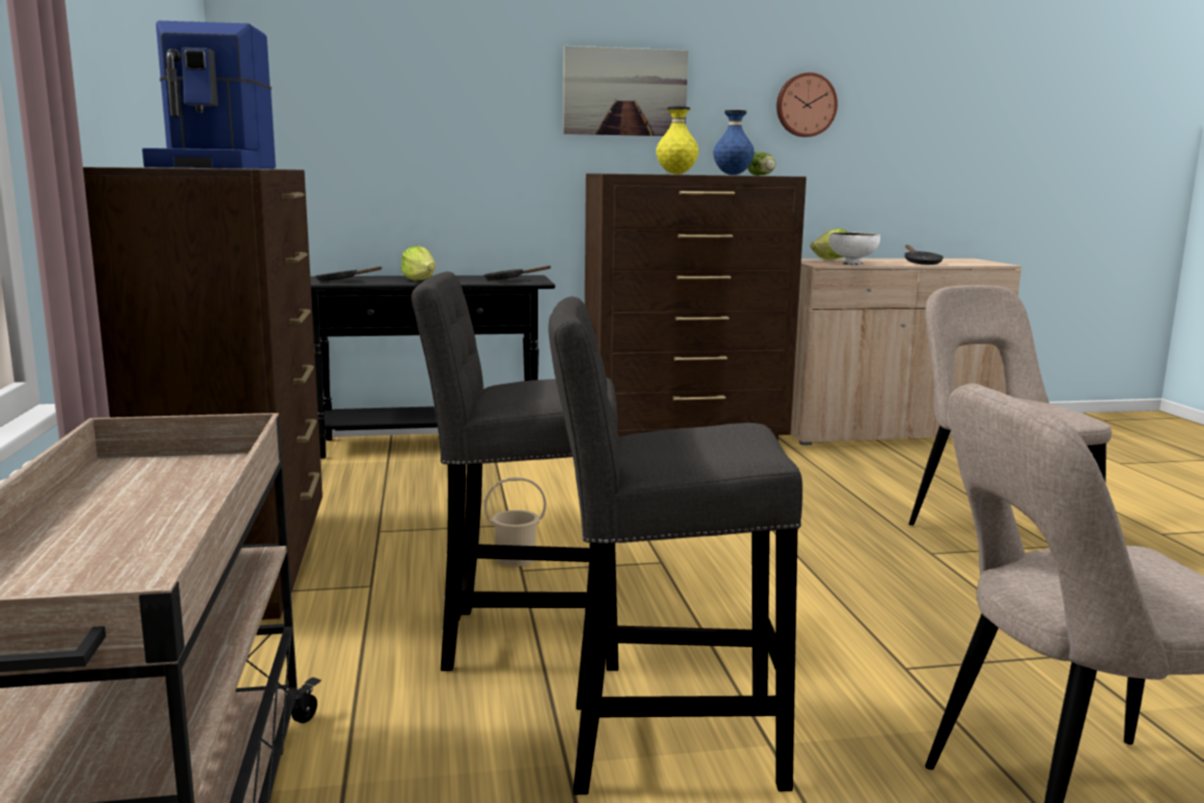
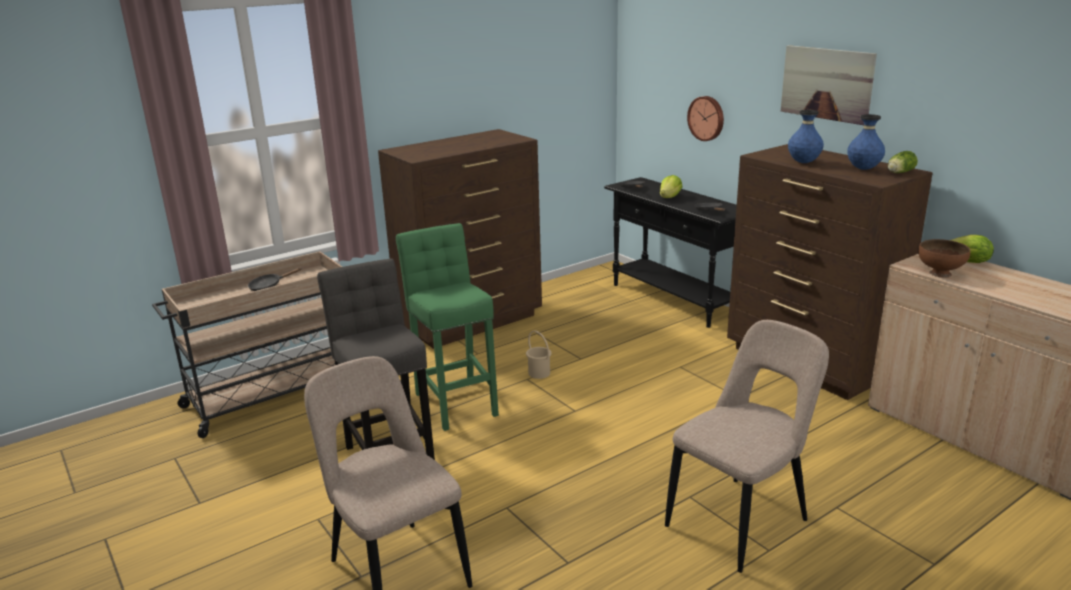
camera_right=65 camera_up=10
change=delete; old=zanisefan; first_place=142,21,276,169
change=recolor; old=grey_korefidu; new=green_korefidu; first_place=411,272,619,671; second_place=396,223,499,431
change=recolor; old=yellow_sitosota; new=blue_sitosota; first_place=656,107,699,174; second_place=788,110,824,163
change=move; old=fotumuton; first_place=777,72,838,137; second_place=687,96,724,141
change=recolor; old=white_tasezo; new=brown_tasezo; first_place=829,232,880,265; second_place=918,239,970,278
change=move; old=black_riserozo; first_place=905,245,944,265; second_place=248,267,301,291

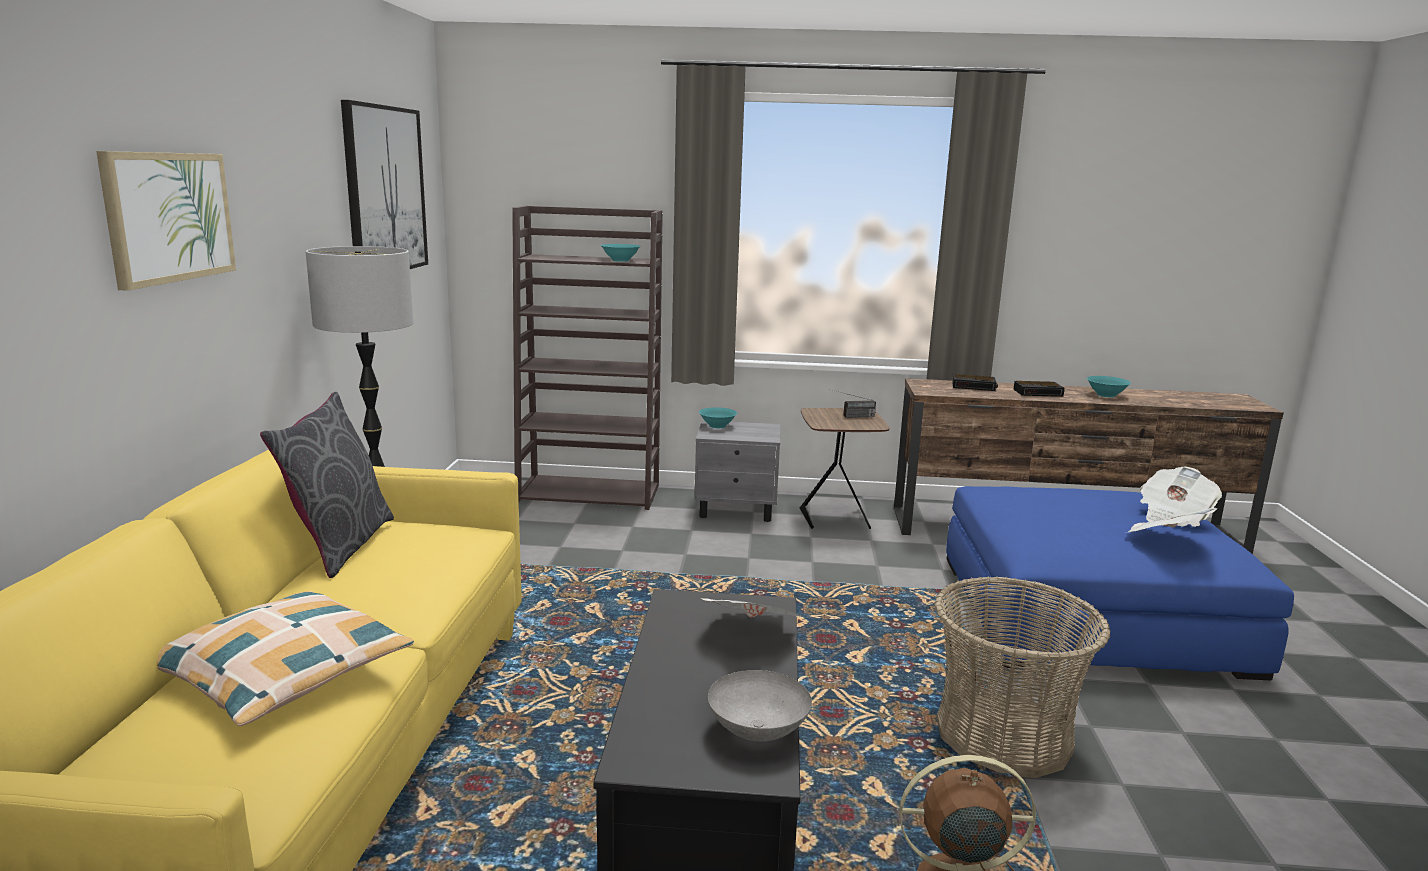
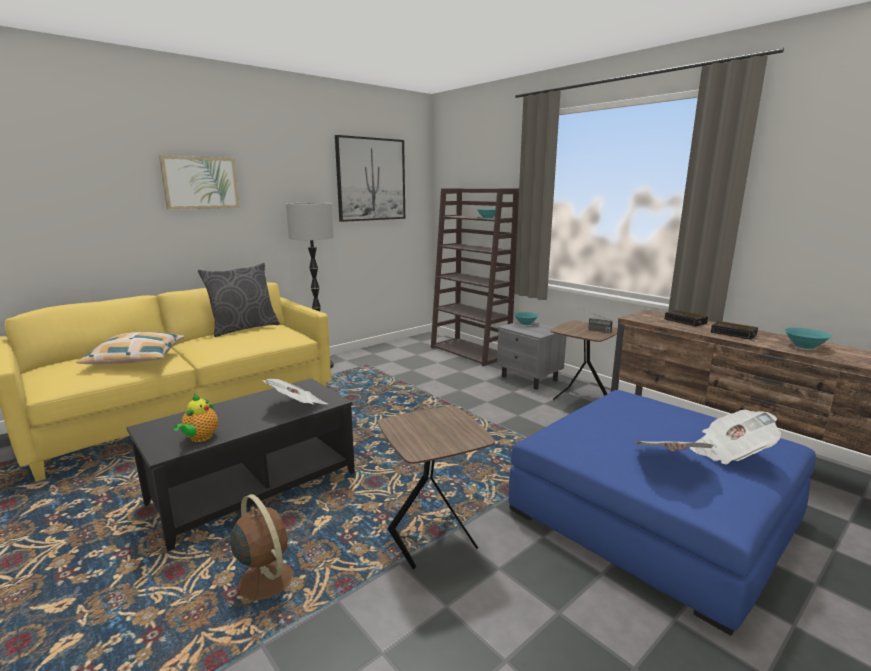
camera_right=45 camera_up=0
change=replace; old=grey_tasezo; new=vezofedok; first_place=708,670,812,742; second_place=173,393,218,442
change=replace; old=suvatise; new=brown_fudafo; first_place=935,576,1111,778; second_place=378,406,495,569

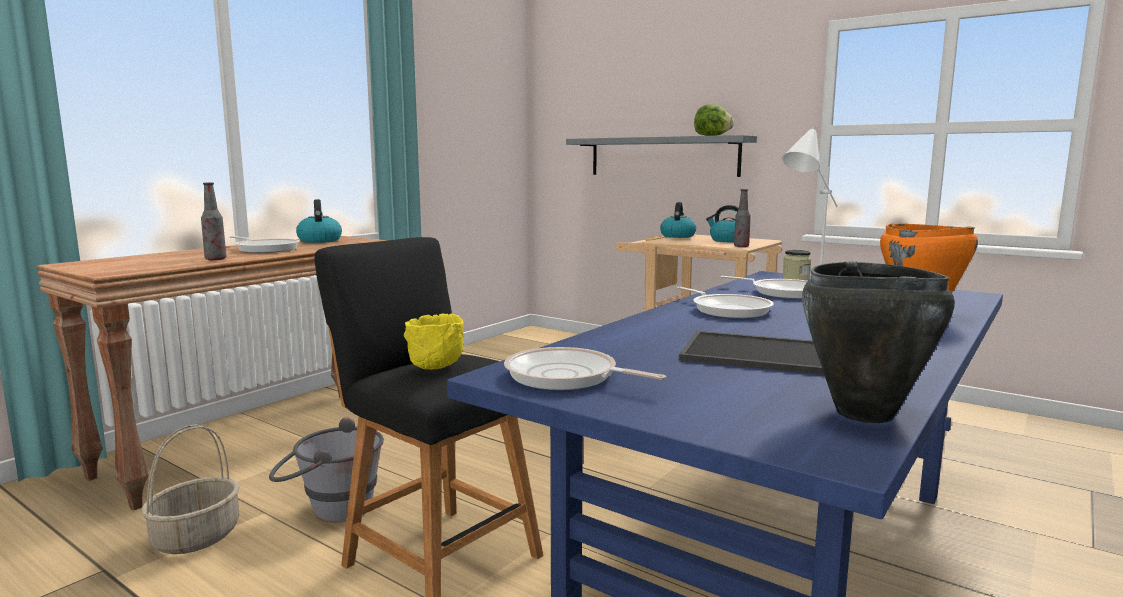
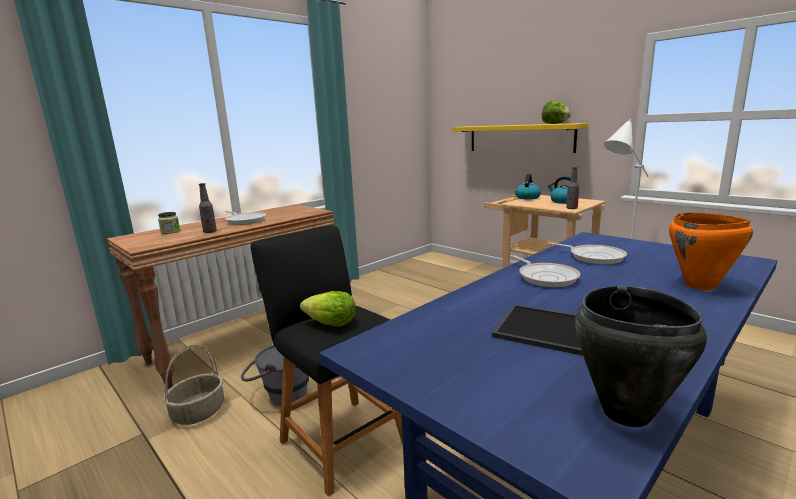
camera_right=10 camera_up=5
change=delete; old=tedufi; first_place=296,199,342,243
change=replace; old=yellow_tasezo; new=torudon; first_place=404,313,464,370; second_place=300,291,356,327
change=delete; old=riserozo; first_place=504,347,666,390
change=recolor; old=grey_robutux; new=yellow_robutux; first_place=566,135,757,177; second_place=452,123,589,153
change=move; old=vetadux; first_place=782,250,811,281; second_place=158,212,180,234

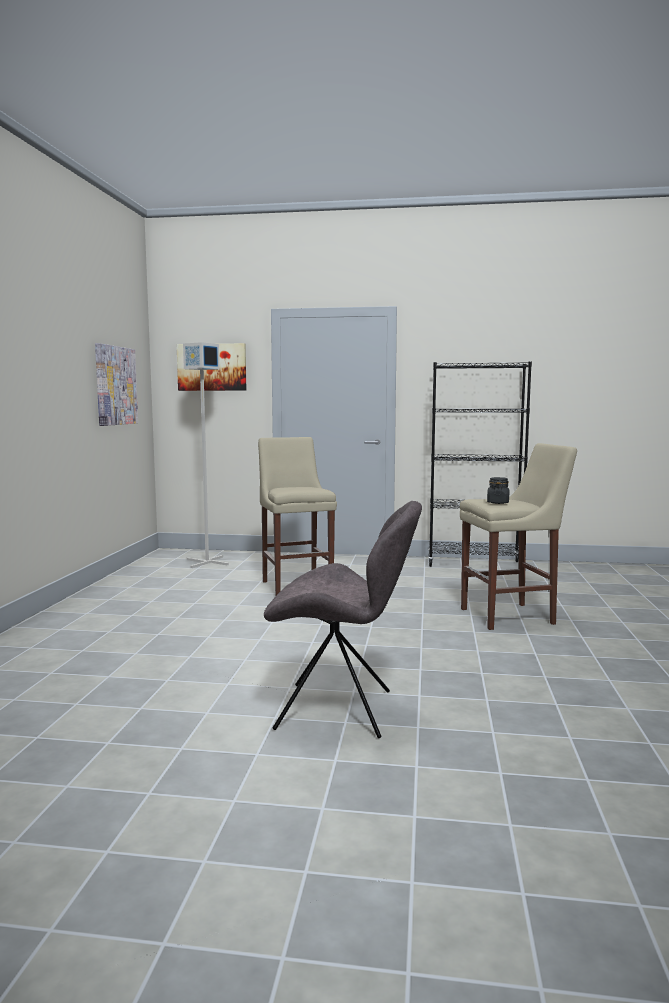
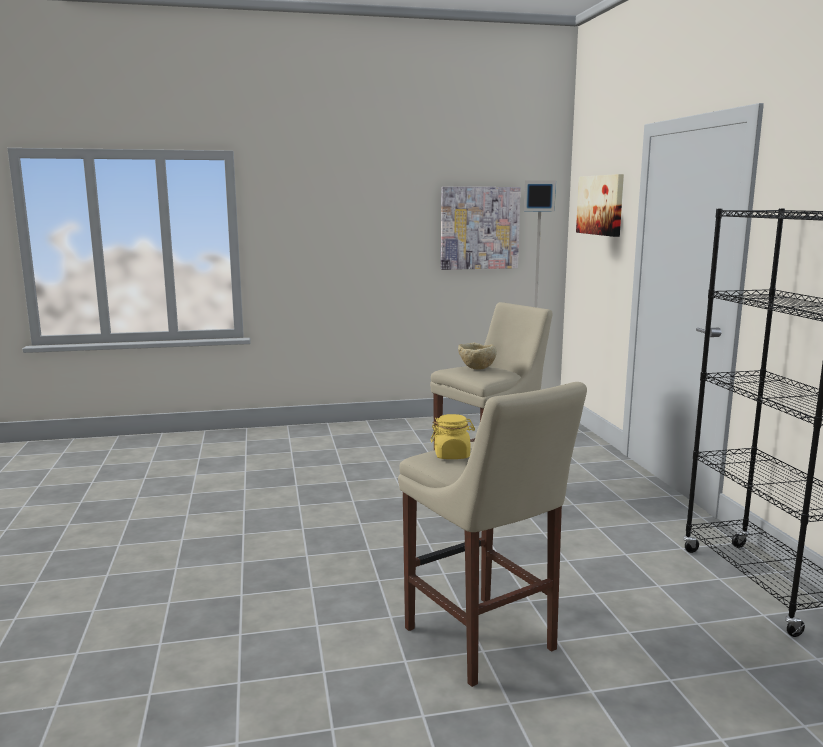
camera_right=70 camera_up=5
change=delete; old=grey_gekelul; first_place=264,501,422,738
change=recolor; old=black_vetadux; new=yellow_vetadux; first_place=487,477,509,504; second_place=431,414,475,459
change=insert; new=beige_tasezo; second_place=458,343,497,370

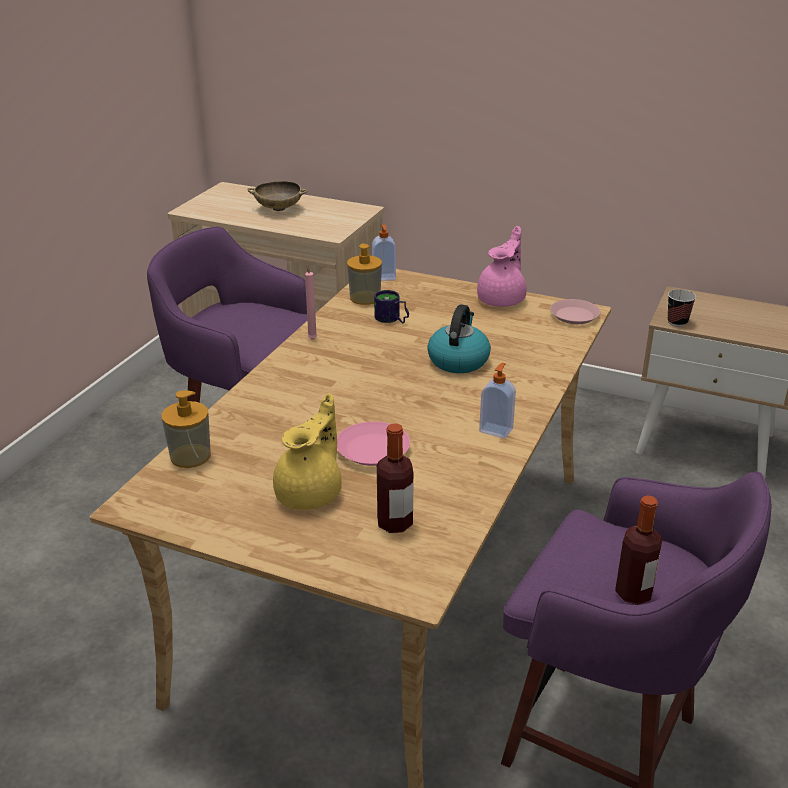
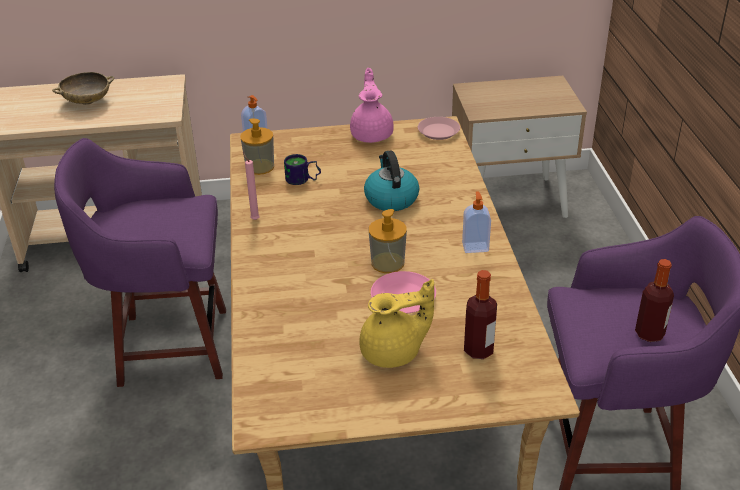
camera_right=-30 camera_up=5
change=move; old=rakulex; first_place=161,390,211,468; second_place=369,209,407,273
change=rotate; old=yellow_vezofedok; first_place=273,393,342,510; second_place=359,279,434,368; degrees=75
change=delete; old=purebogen; first_place=668,289,696,327

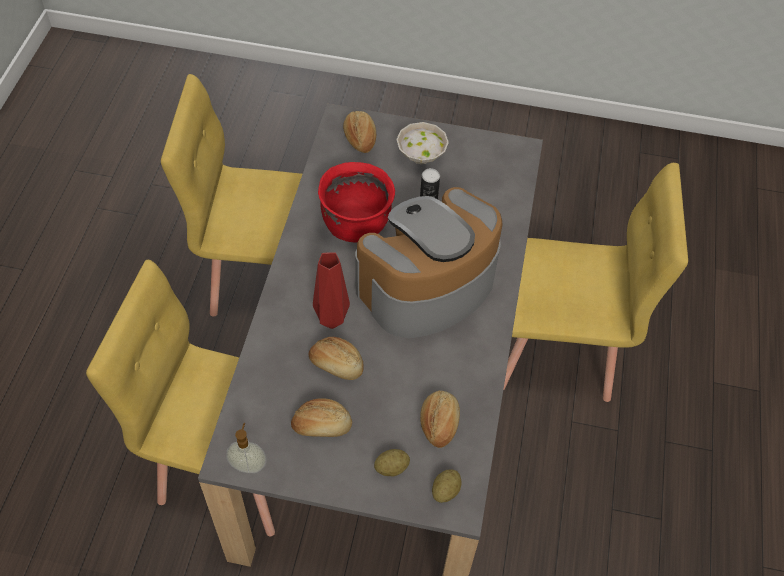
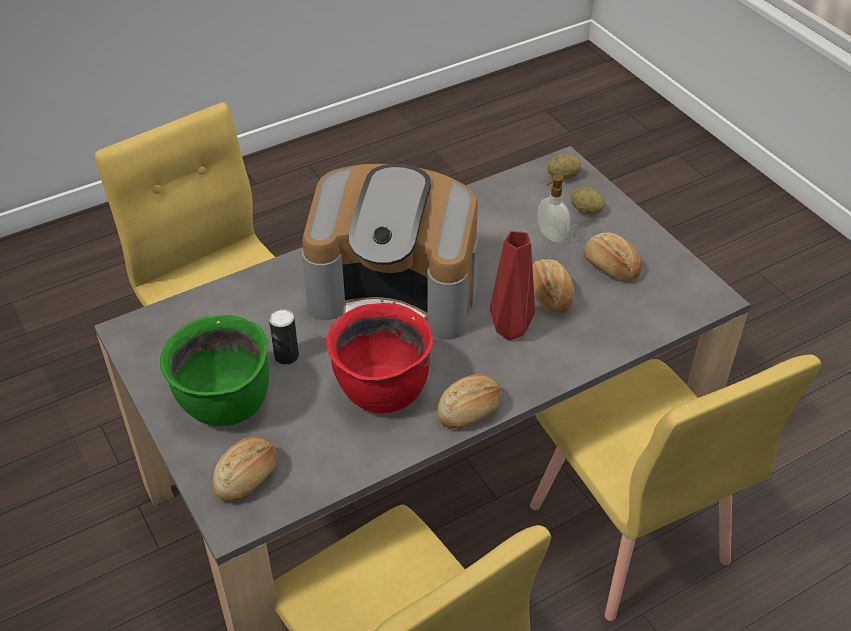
camera_right=-130 camera_up=-10
change=move; old=rakulex; first_place=226,423,267,473; second_place=538,174,570,243
change=replace; old=white_tasezo; new=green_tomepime; first_place=396,122,449,164; second_place=160,315,269,426
change=move; old=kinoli; first_place=420,390,460,448; second_place=437,374,502,429

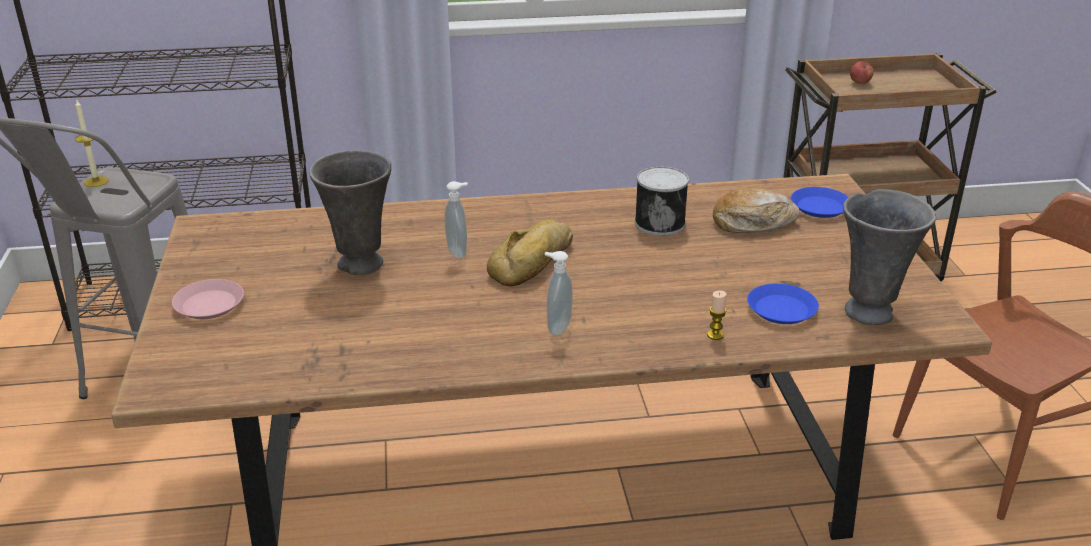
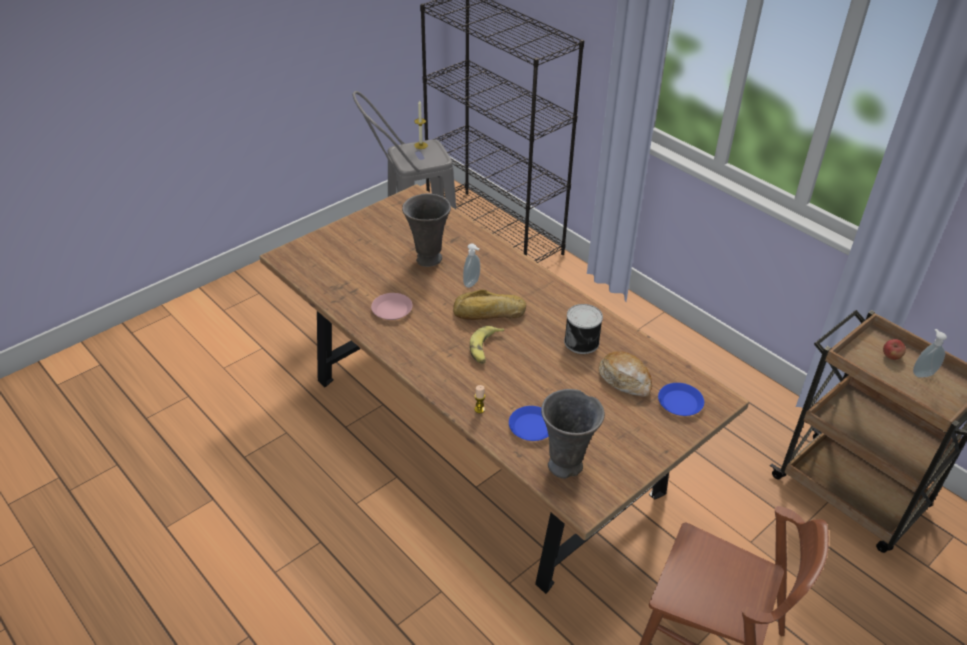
camera_right=55 camera_up=10
change=move; old=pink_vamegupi; first_place=172,279,244,319; second_place=371,293,413,320
change=move; old=rakulex; first_place=545,251,573,335; second_place=913,329,947,378
change=insert; new=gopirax; second_place=470,326,505,364

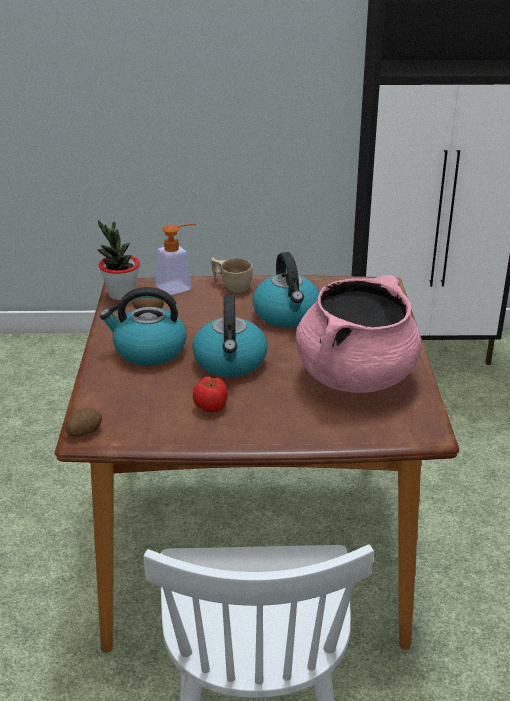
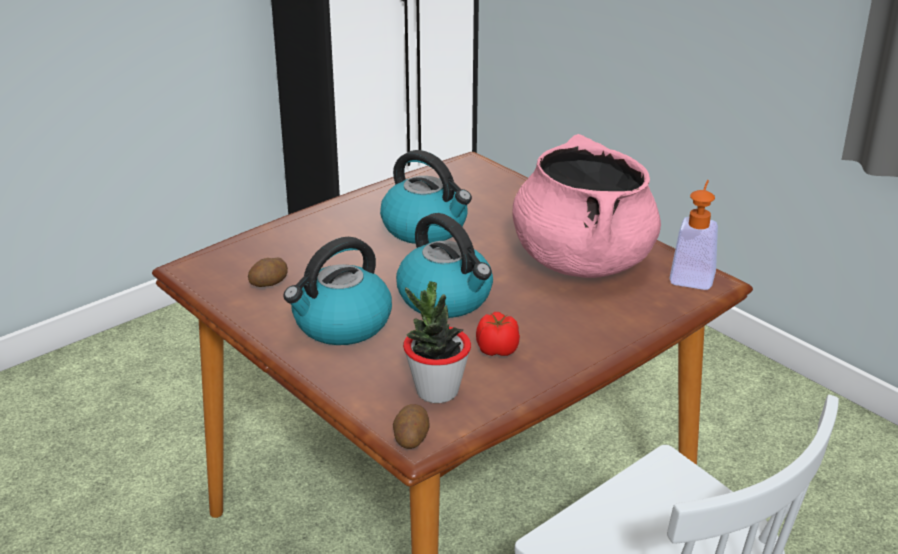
camera_right=-40 camera_up=0
change=move; old=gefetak; first_place=97,220,140,300; second_place=403,281,471,403
change=move; old=rakulex; first_place=156,224,196,295; second_place=669,180,718,290
change=delete; old=beige_purebogen; first_place=211,257,253,293

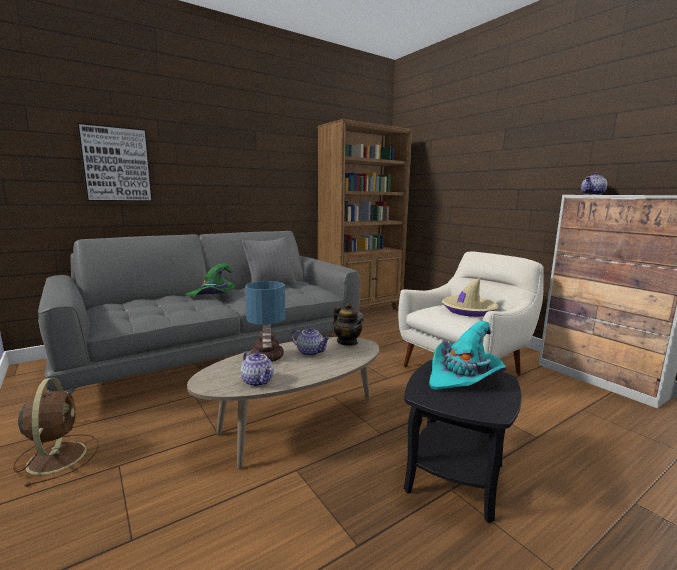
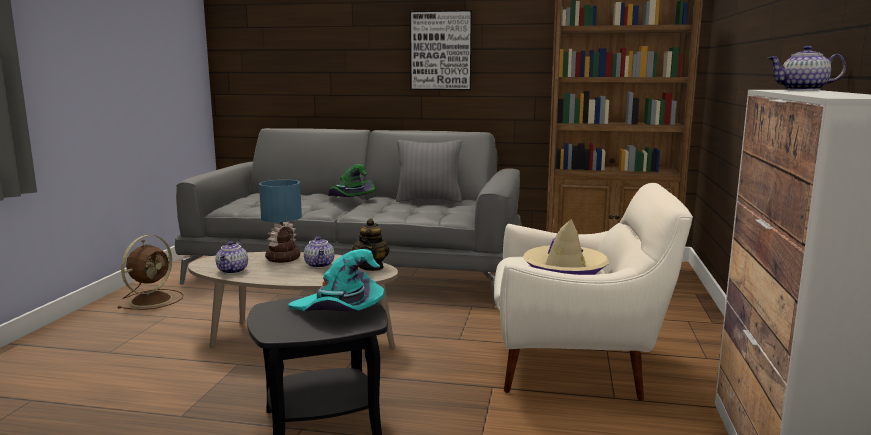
camera_right=45 camera_up=0
change=move; old=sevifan; first_place=77,123,153,201; second_place=409,10,473,90

